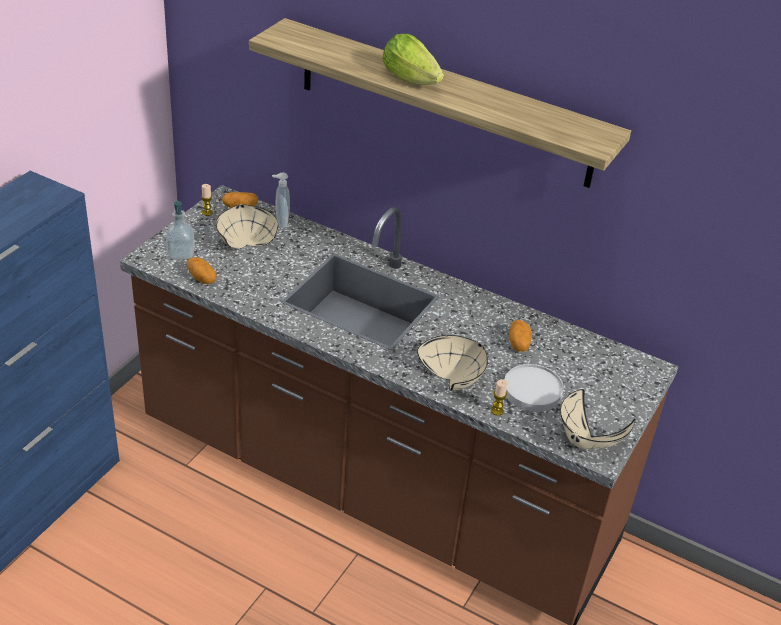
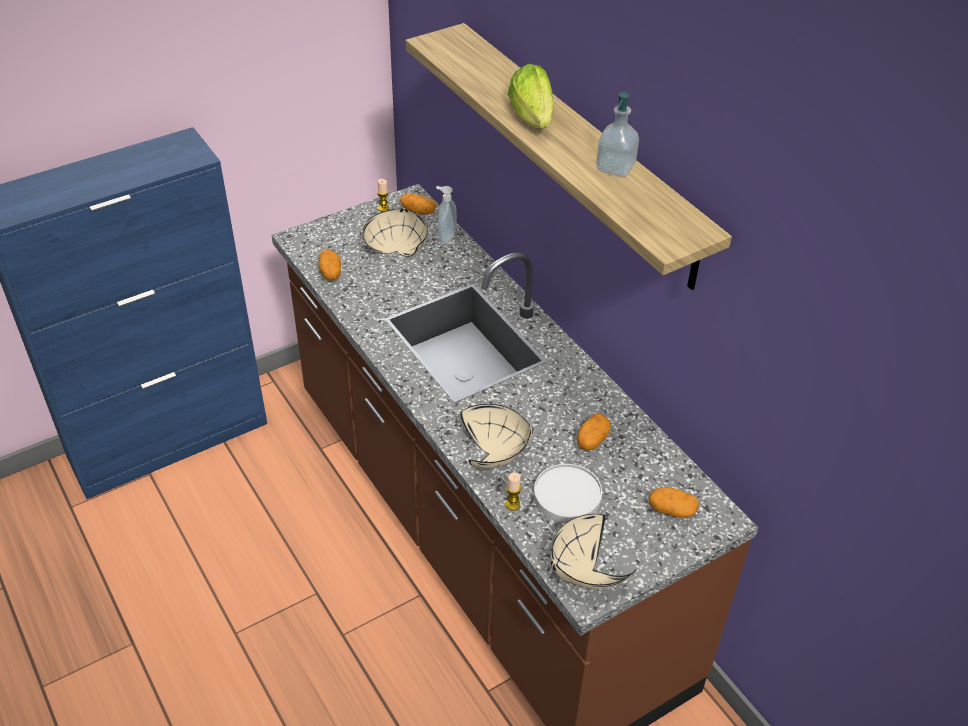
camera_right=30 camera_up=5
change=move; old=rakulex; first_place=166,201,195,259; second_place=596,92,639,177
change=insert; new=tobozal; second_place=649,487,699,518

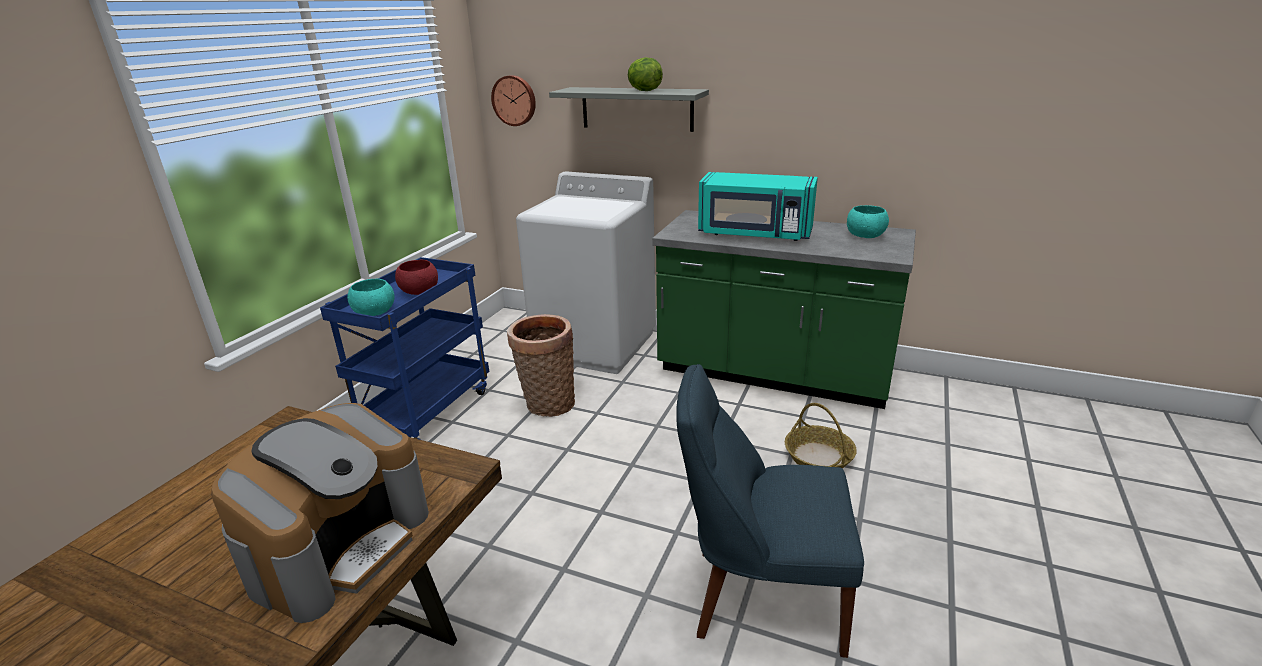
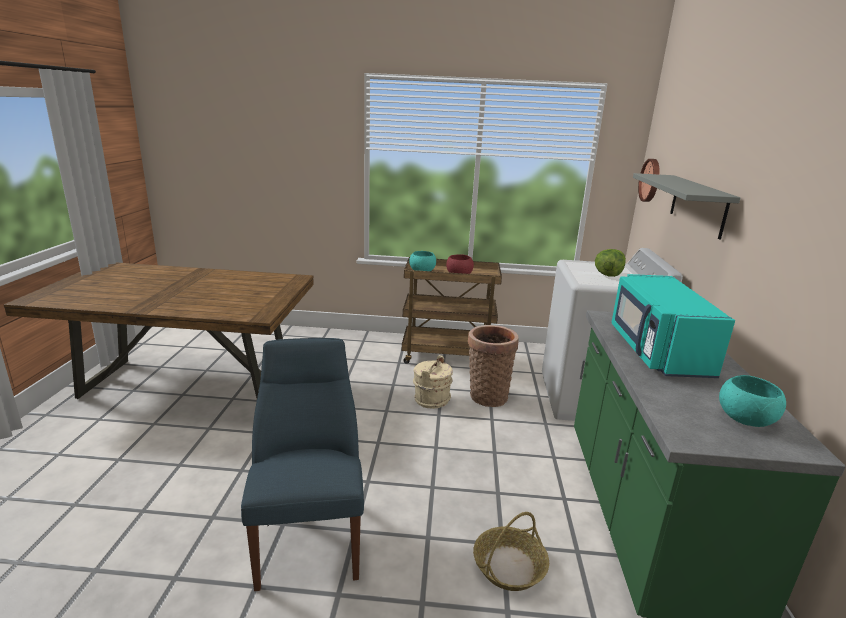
camera_right=70 camera_up=-5
change=delete; old=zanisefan; first_place=211,403,429,623
change=recolor; old=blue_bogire; new=brown_bogire; first_place=320,257,489,440; second_place=402,257,502,364
change=move; old=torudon; first_place=628,57,663,91; second_place=595,249,626,277
change=insert; new=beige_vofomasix; second_place=413,355,453,409

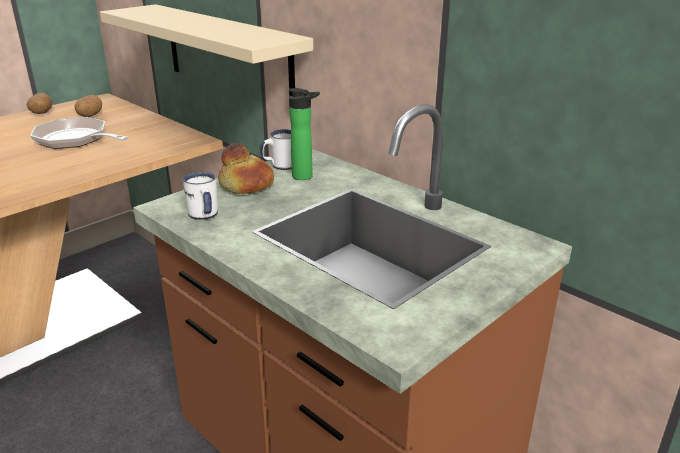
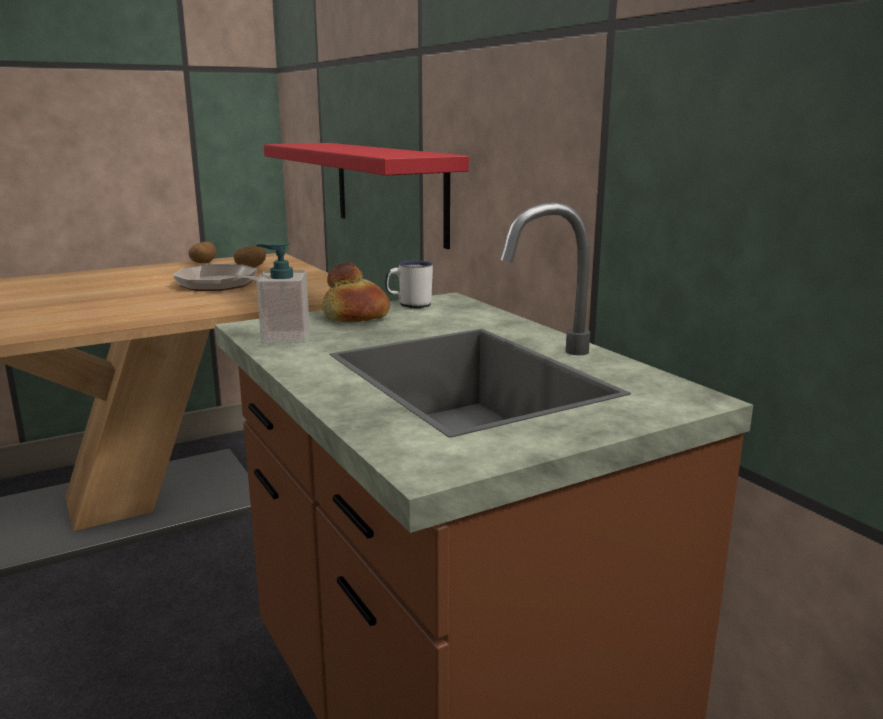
camera_right=15 camera_up=-10
change=recolor; old=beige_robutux; new=red_robutux; first_place=100,4,313,97; second_place=264,143,469,249
change=replace; old=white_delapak; new=rakulex; first_place=183,172,218,220; second_place=256,243,310,344
change=delete; old=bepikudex; first_place=289,88,320,180

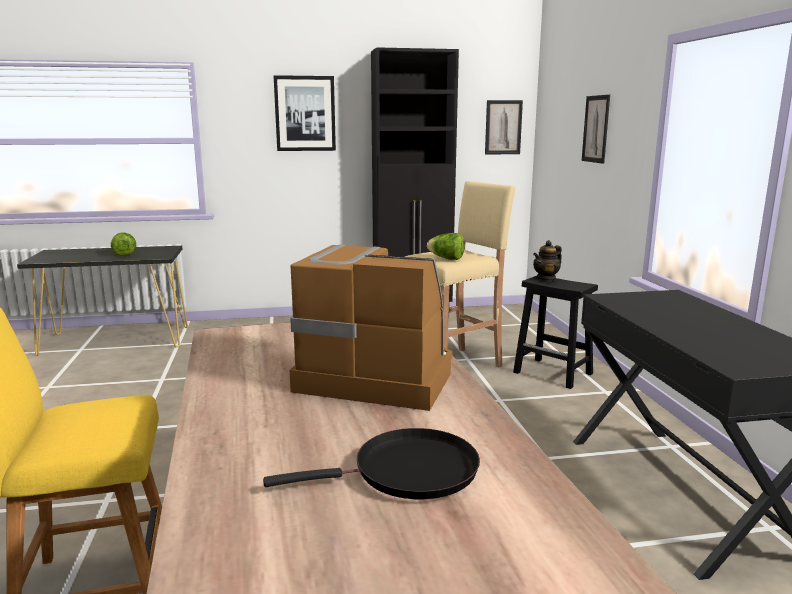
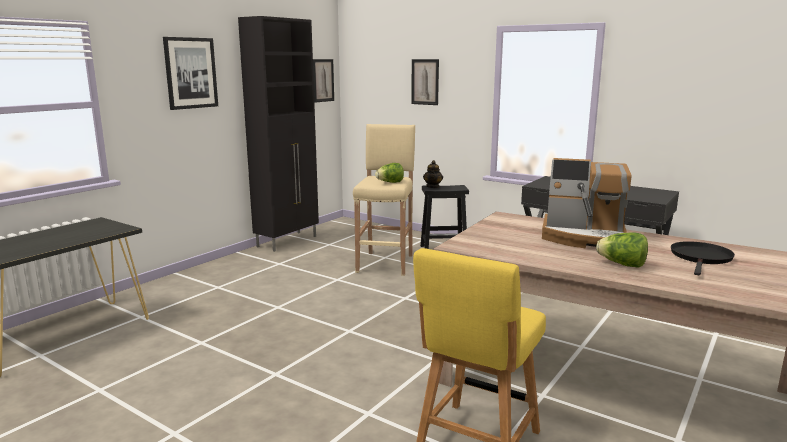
camera_right=-45 camera_up=0
change=move; old=torudon; first_place=111,233,136,256; second_place=596,232,648,268
change=rotate; old=zanisefan; first_place=290,244,452,411; second_place=542,158,631,249; degrees=-135

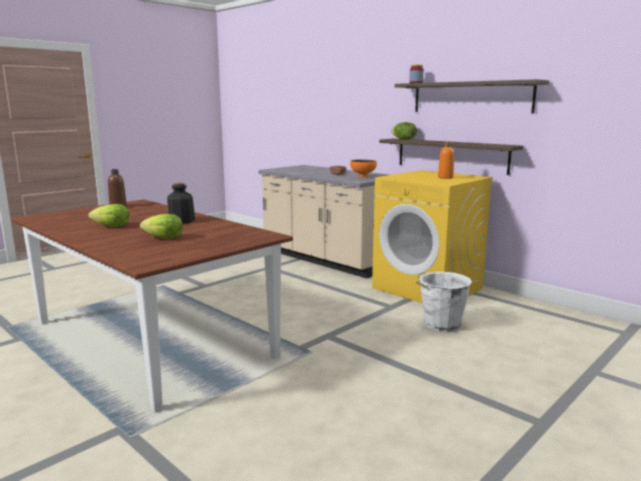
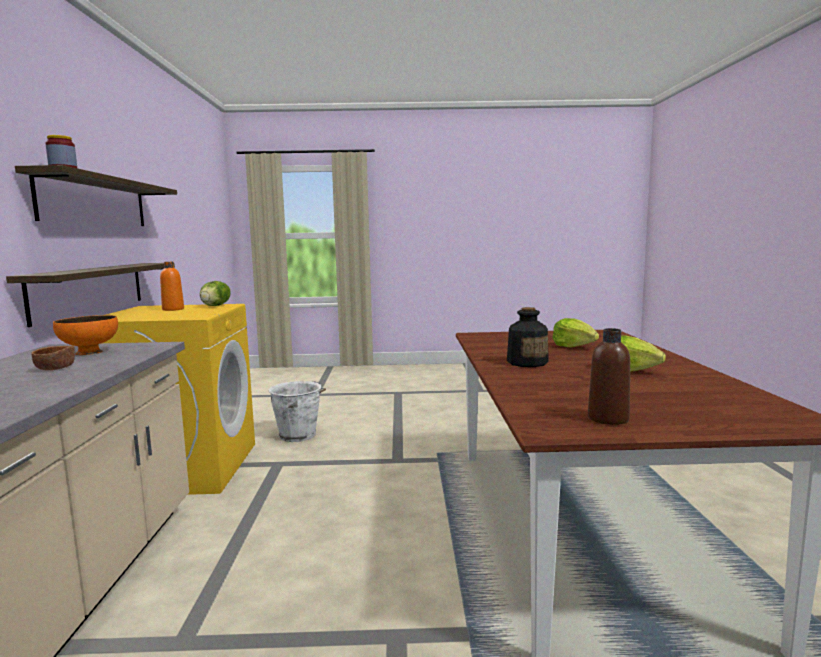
camera_right=-135 camera_up=-5
change=move; old=torudon; first_place=391,122,417,140; second_place=200,281,231,306

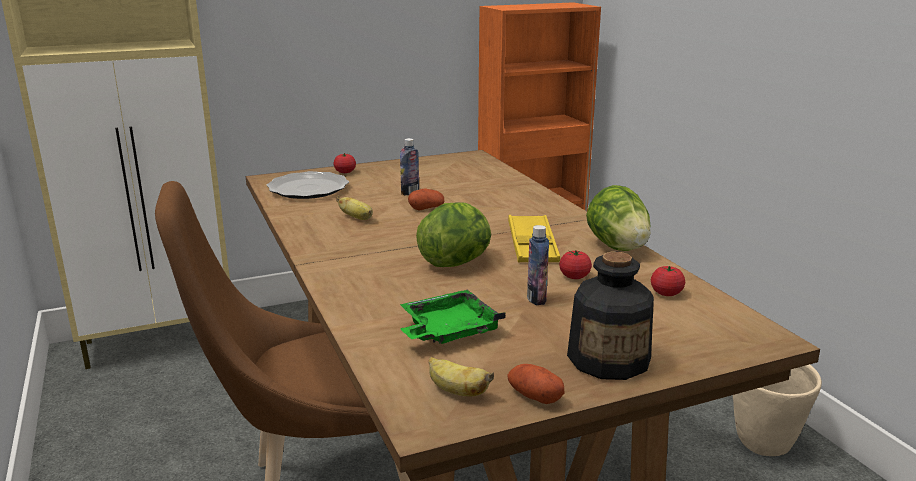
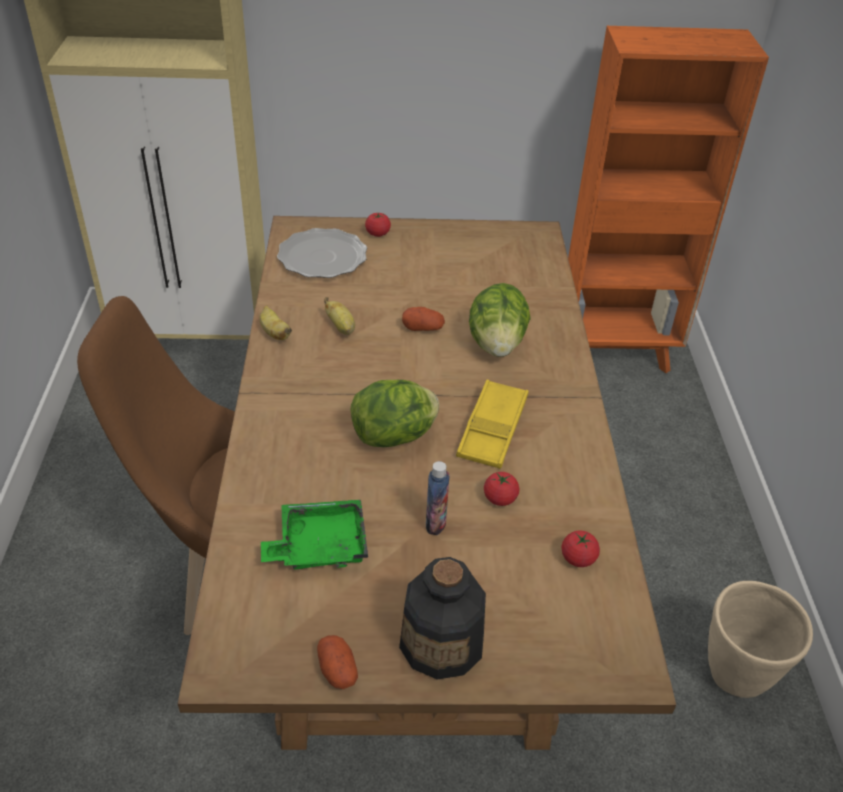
camera_right=20 camera_up=20
change=delete; old=bepikudex; first_place=400,138,419,195
change=move; old=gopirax; first_place=429,357,494,397; second_place=260,305,292,340
change=move; old=torudon; first_place=586,185,650,251; second_place=469,283,531,357

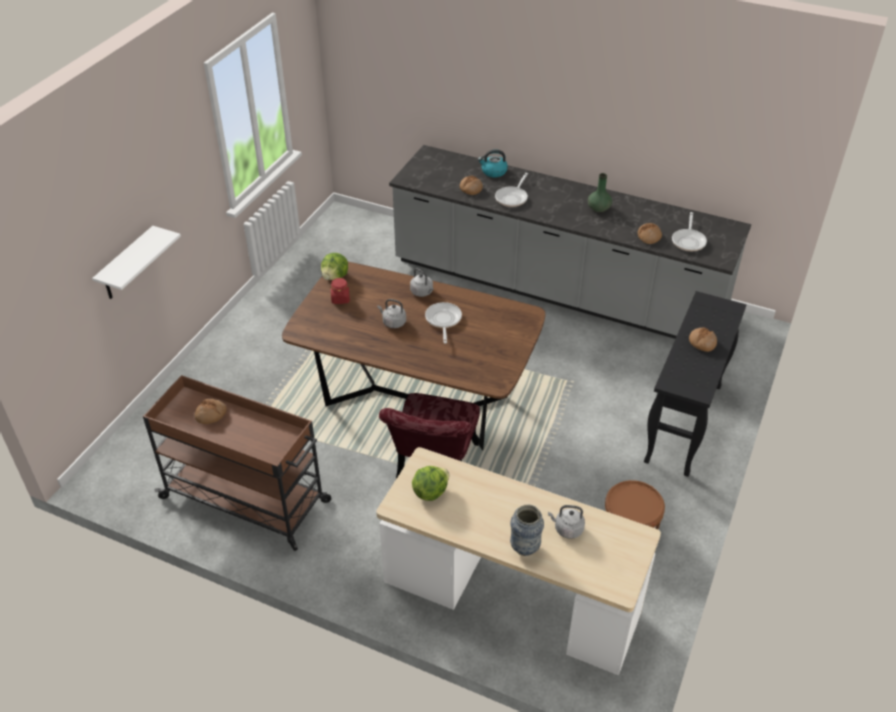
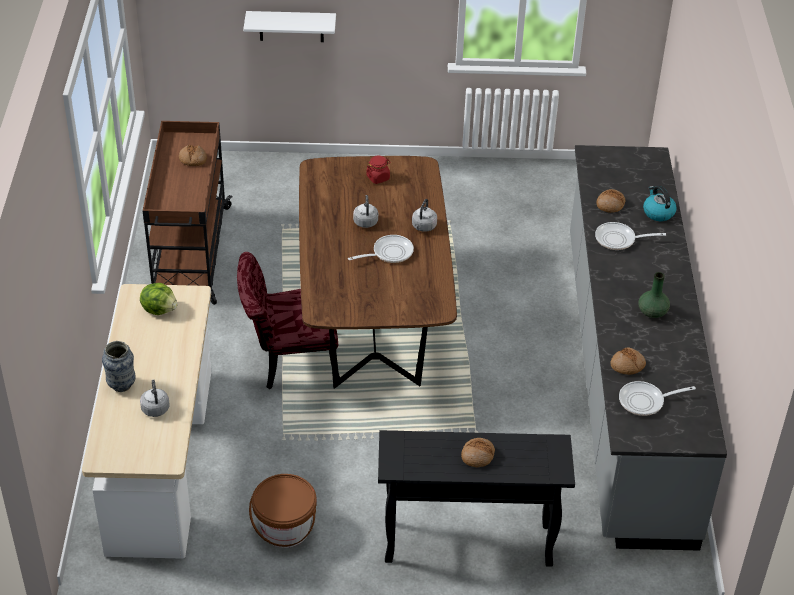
camera_right=65 camera_up=0
change=delete; old=torudon; first_place=321,253,348,280

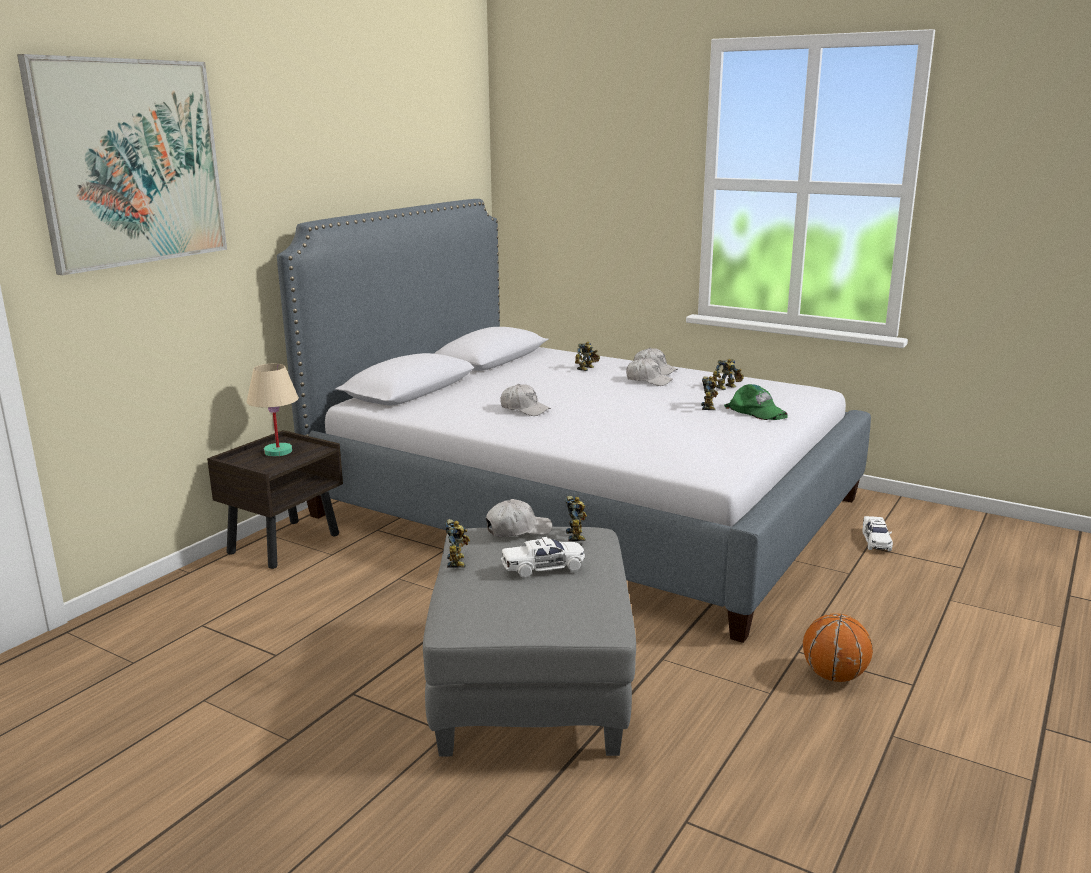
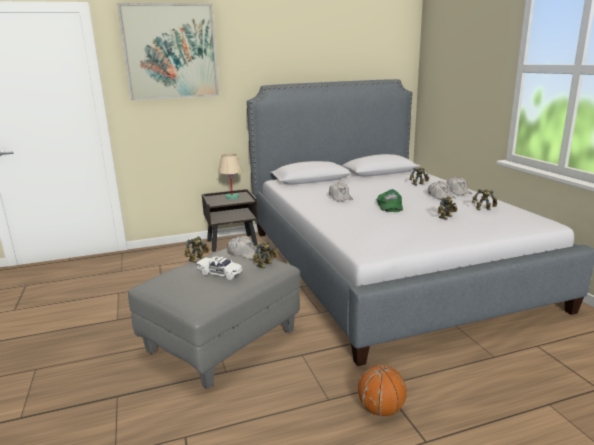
camera_right=40 camera_up=0
change=move; old=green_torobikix; first_place=724,384,788,420; second_place=376,189,403,212
change=delete; old=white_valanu; first_place=862,516,893,551

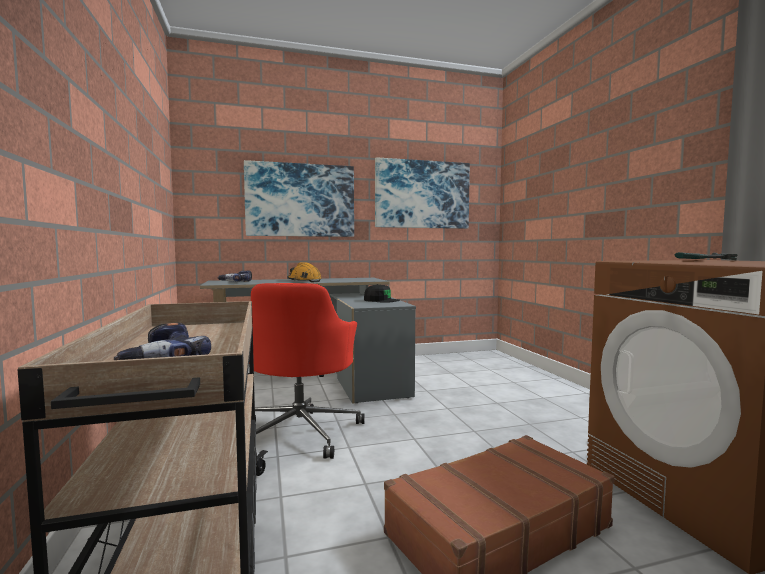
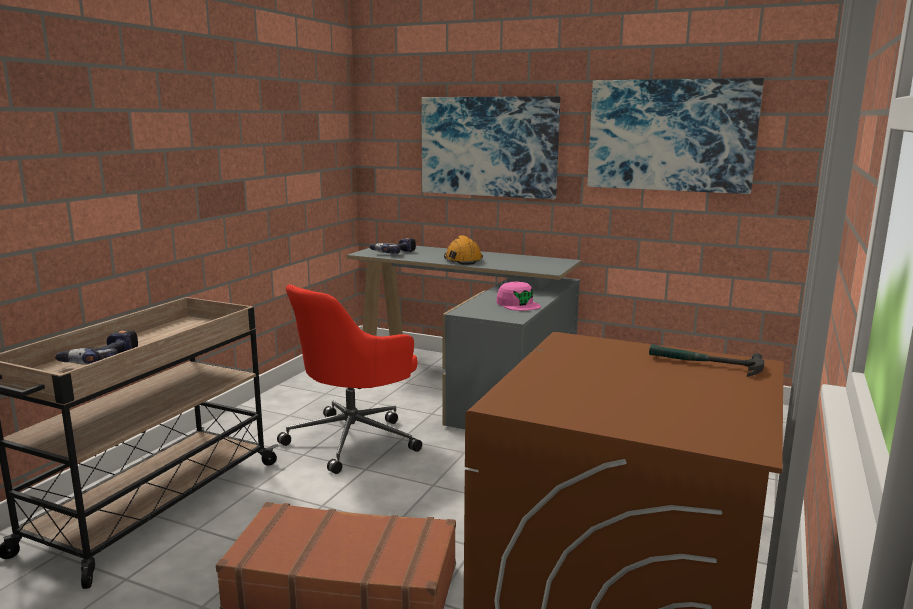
camera_right=40 camera_up=10
change=recolor; old=black_torobikix; new=pink_torobikix; first_place=364,284,400,303; second_place=496,282,541,311

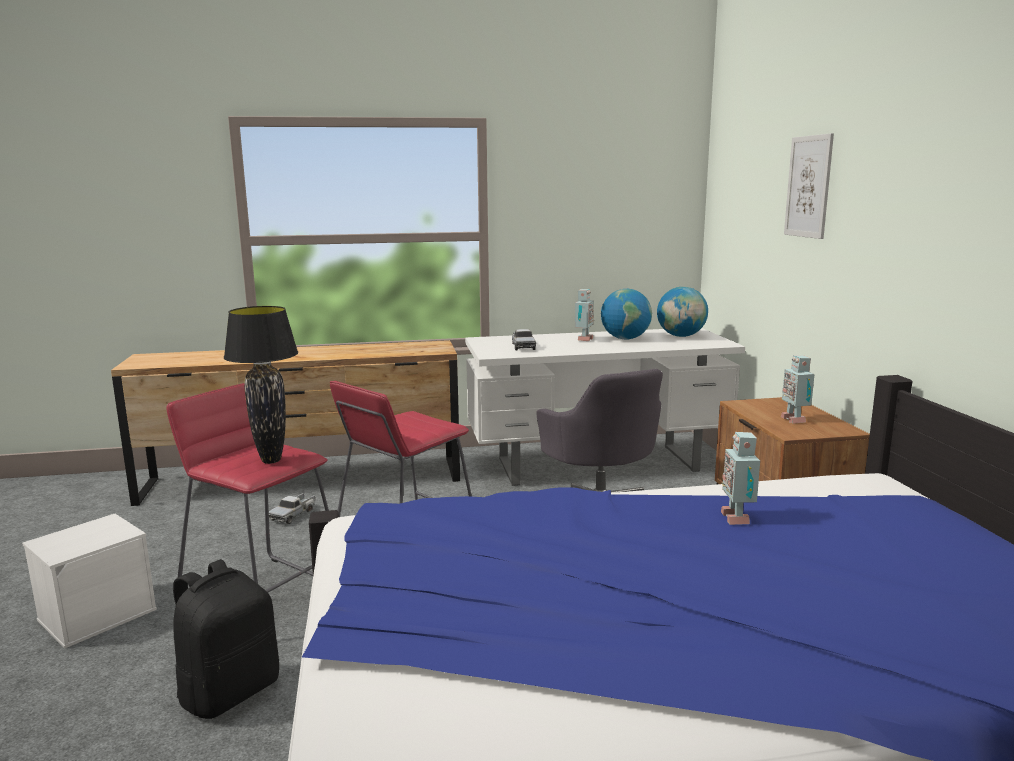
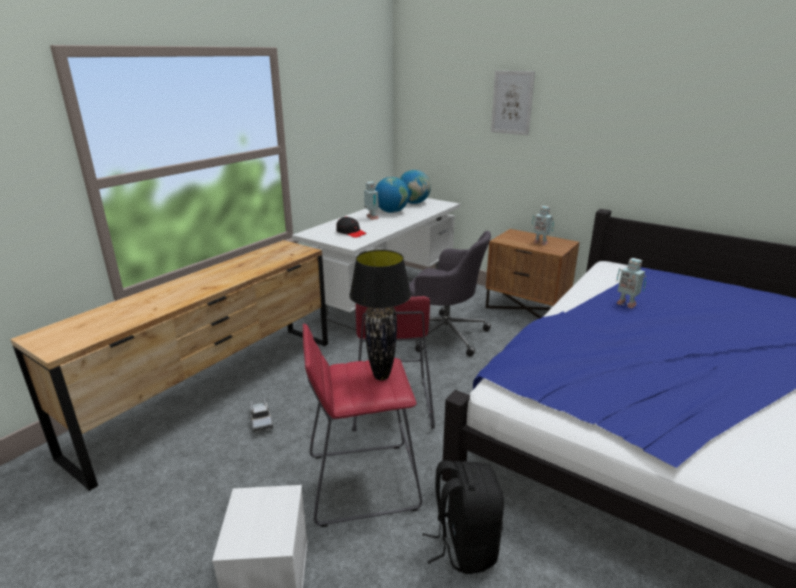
camera_right=-45 camera_up=10
change=replace; old=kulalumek; new=black_torobikix; first_place=512,329,536,350; second_place=336,216,367,238

